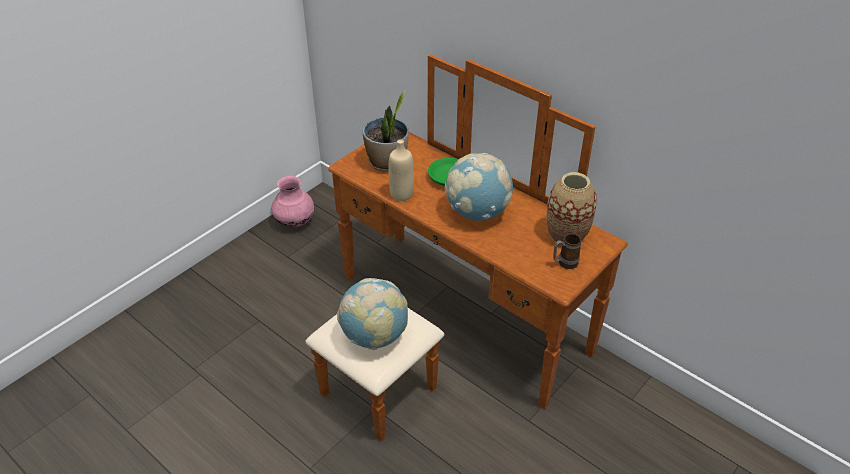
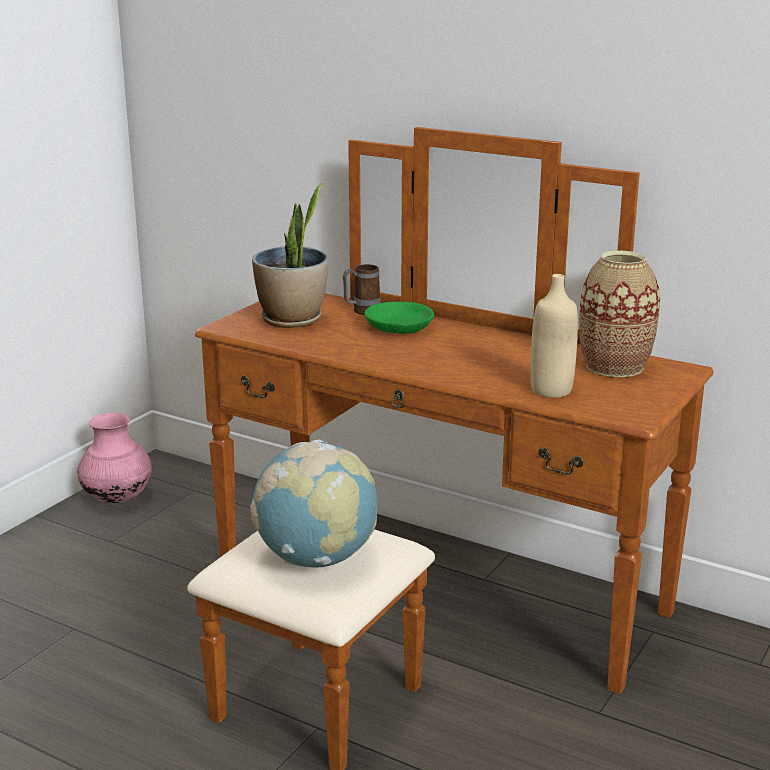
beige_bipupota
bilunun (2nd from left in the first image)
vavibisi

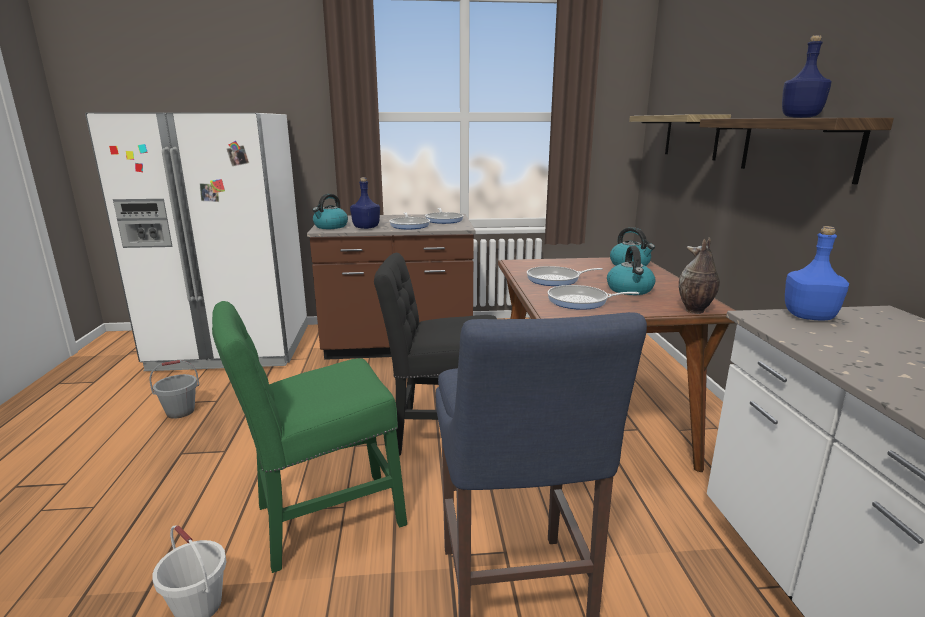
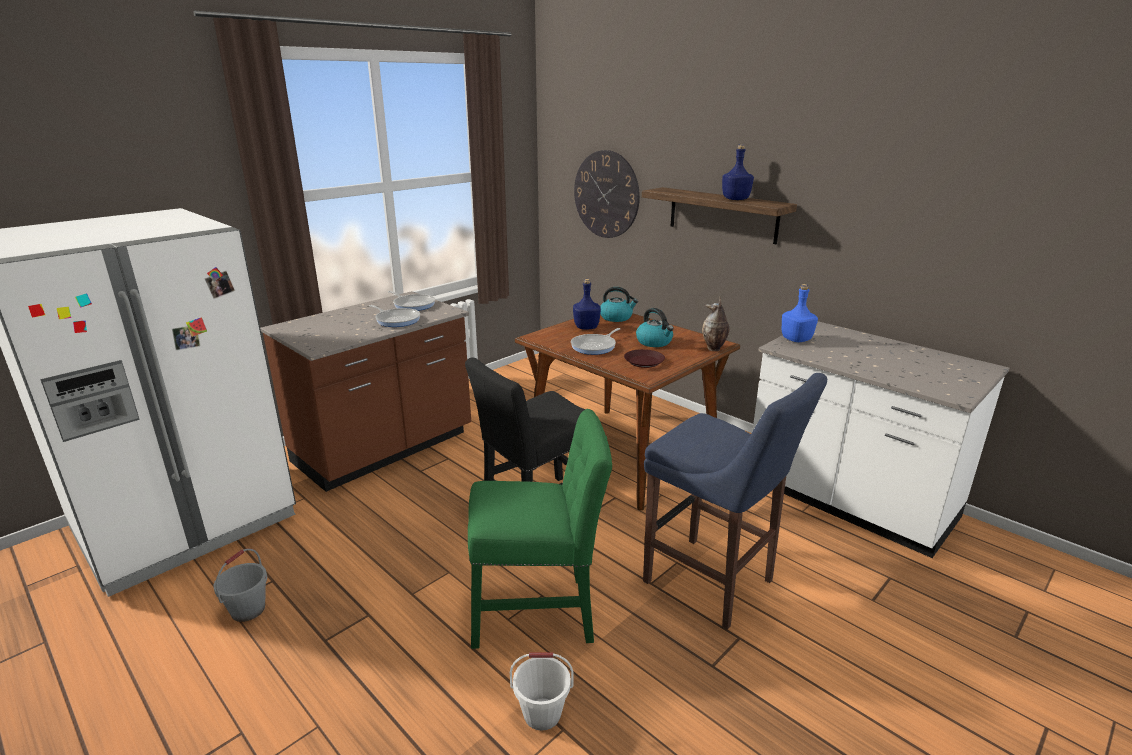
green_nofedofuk
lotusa (1st from left in the first image)
blue_bipupota (1st from left)
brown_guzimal
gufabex

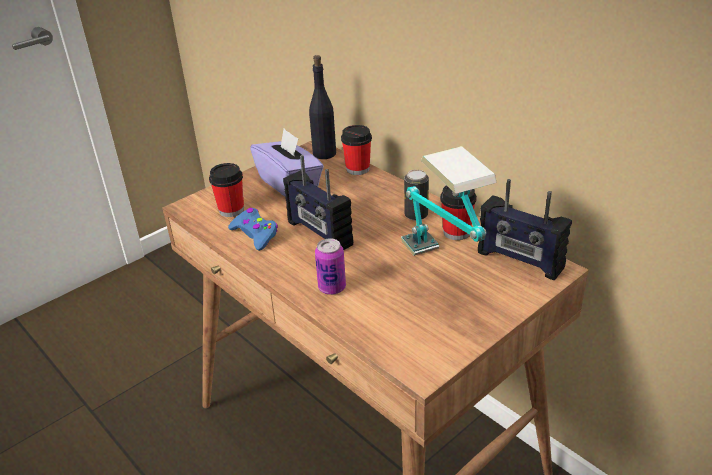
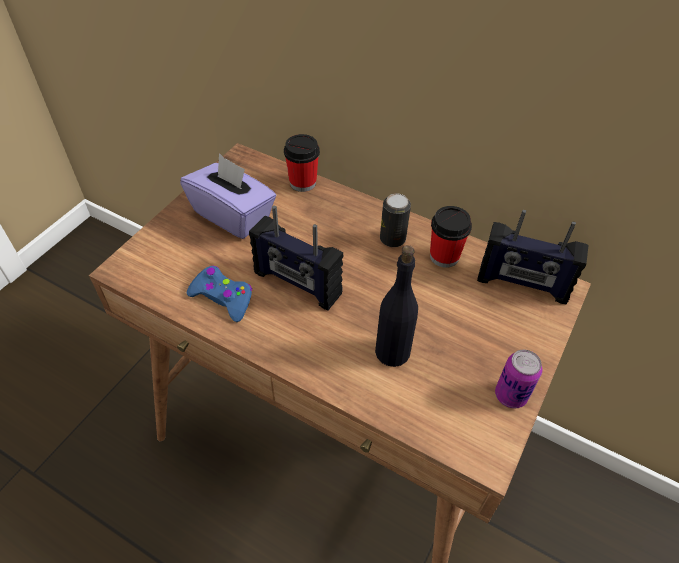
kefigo (1st from left in the first image)
black_bipupota
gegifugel (2nd from left)
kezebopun

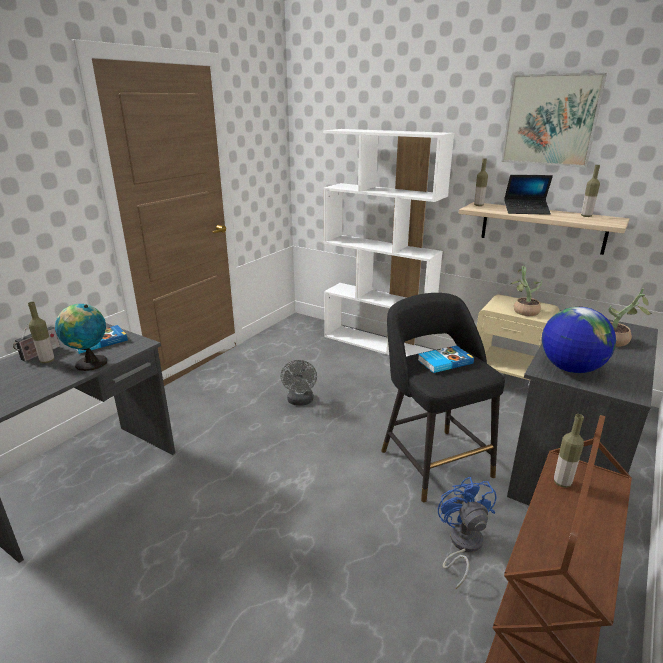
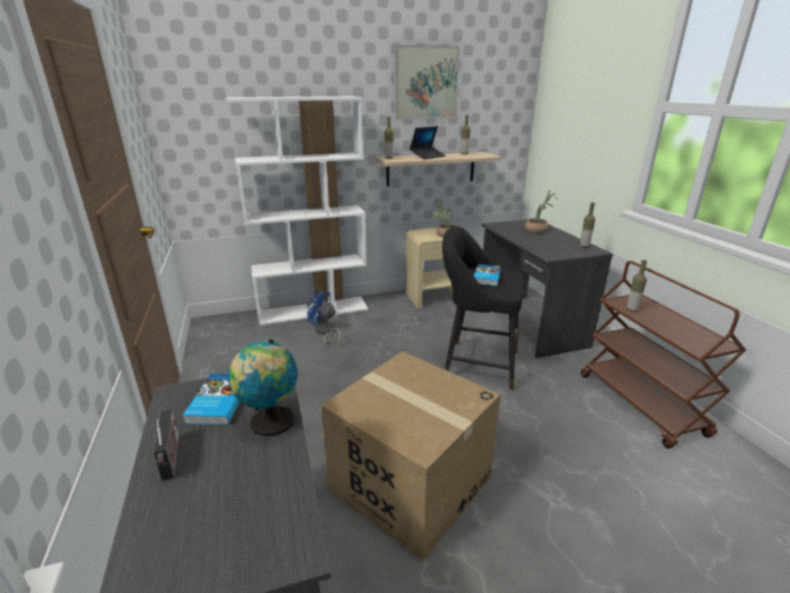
bipupota (3rd from left)
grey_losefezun
blue_losefezun
bilunun (2nd from left in the first image)
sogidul

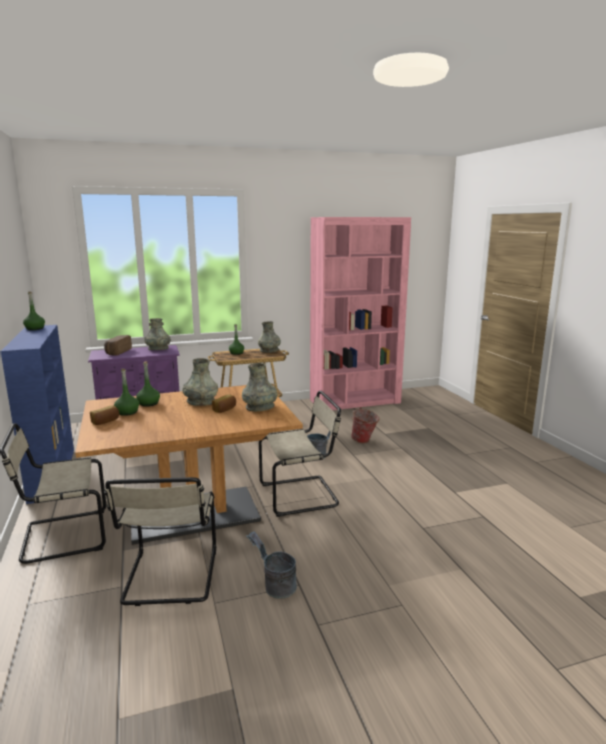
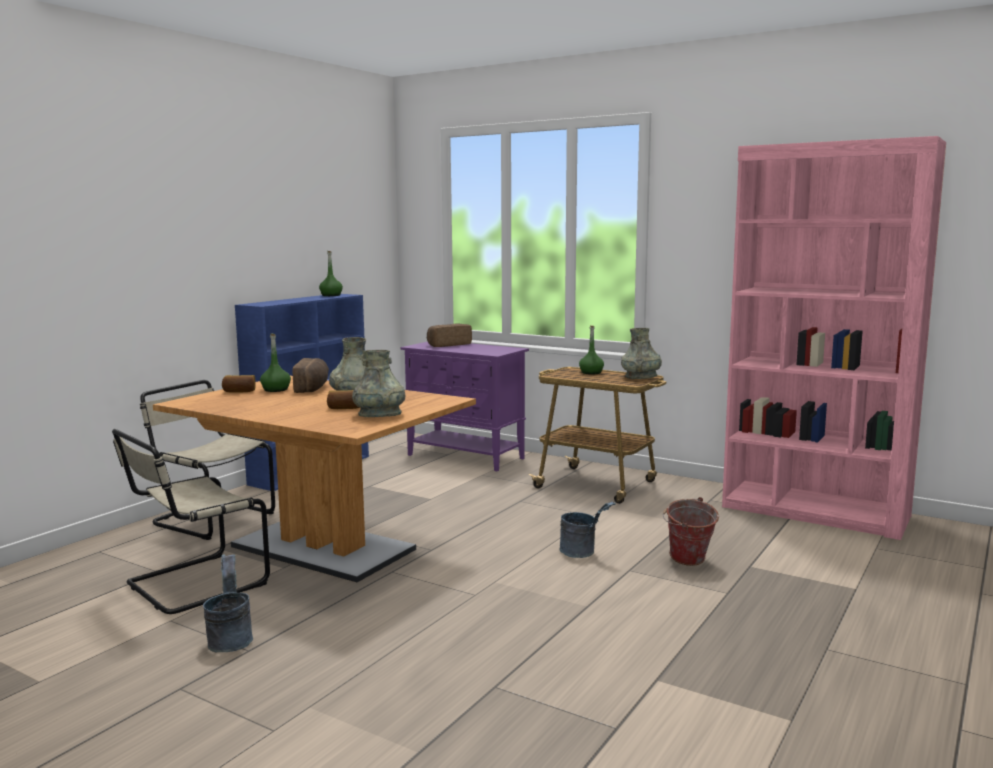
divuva (2nd from left)
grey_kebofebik (1st from left in the first image)
beige_nofedofuk (3rd from left in the first image)

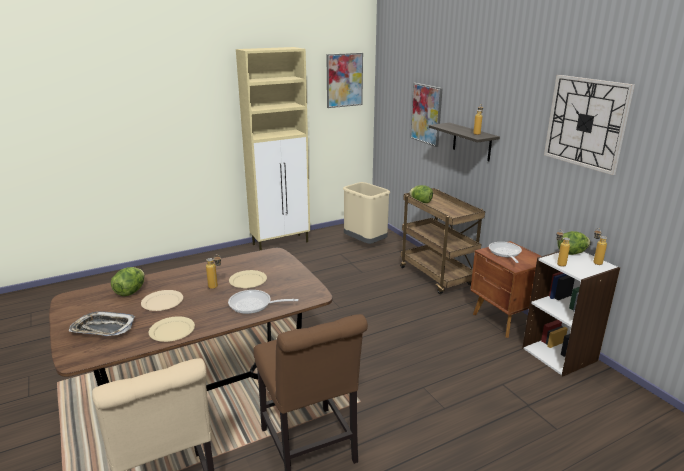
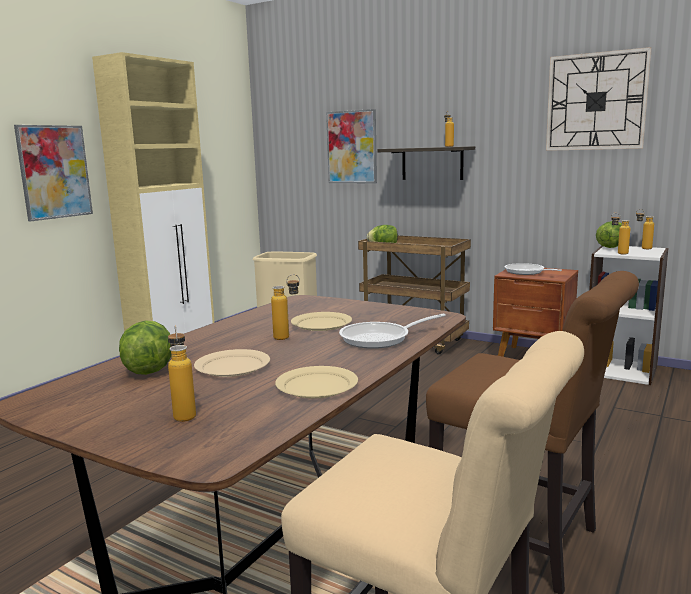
bipupota (1st from left)
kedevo (1st from left)

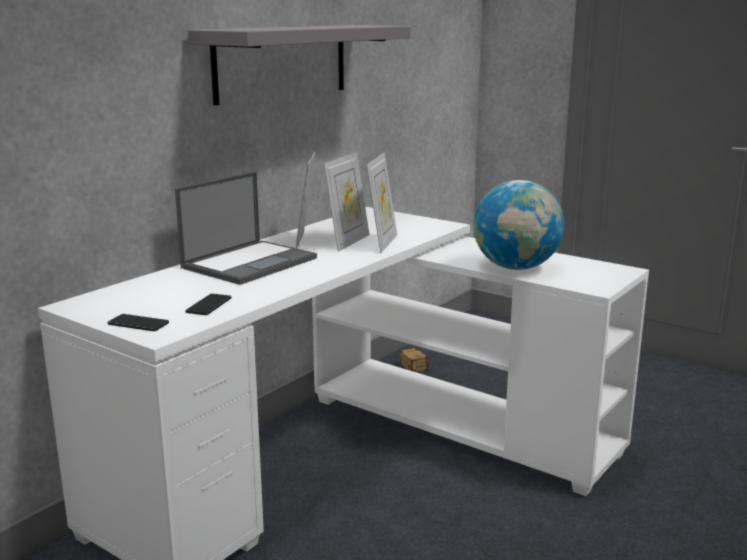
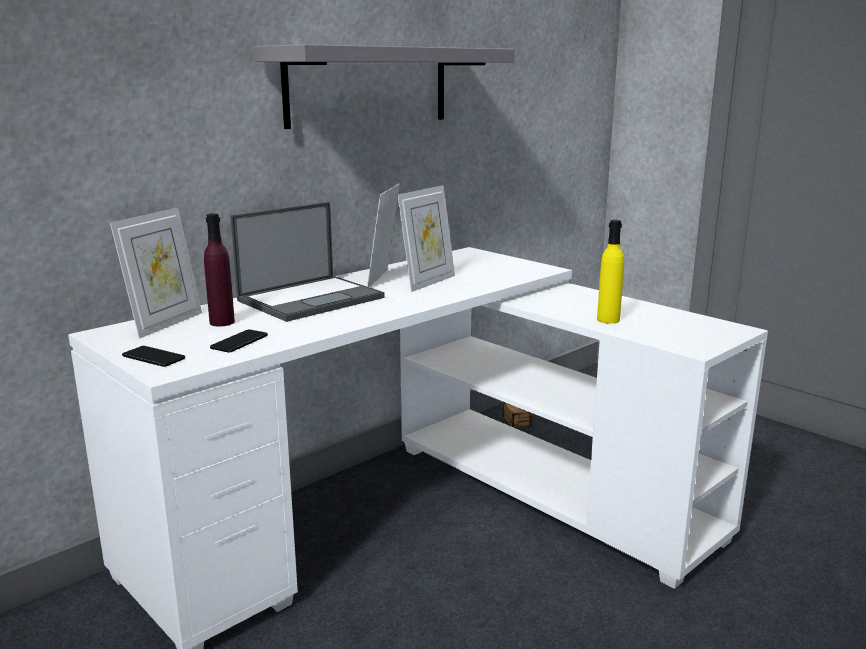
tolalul (1st from left)
yellow_bipupota
purple_bipupota

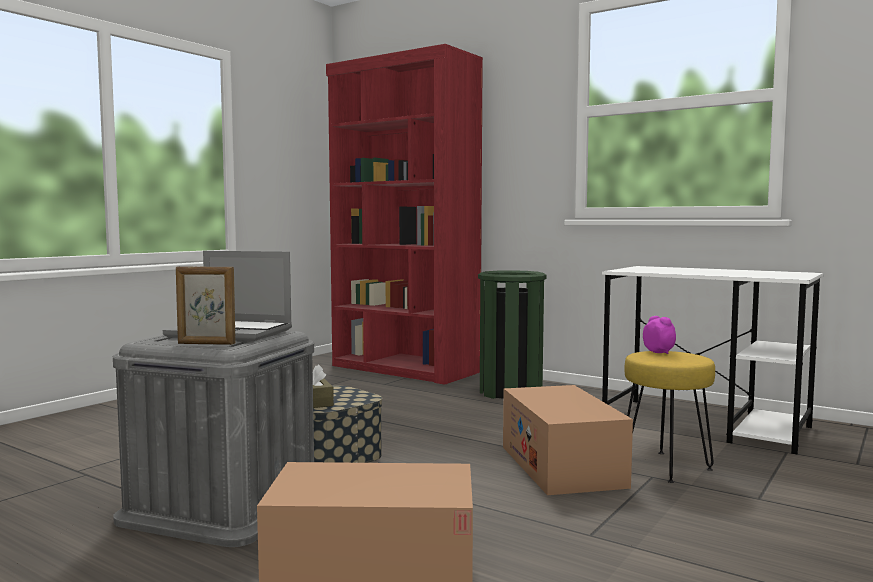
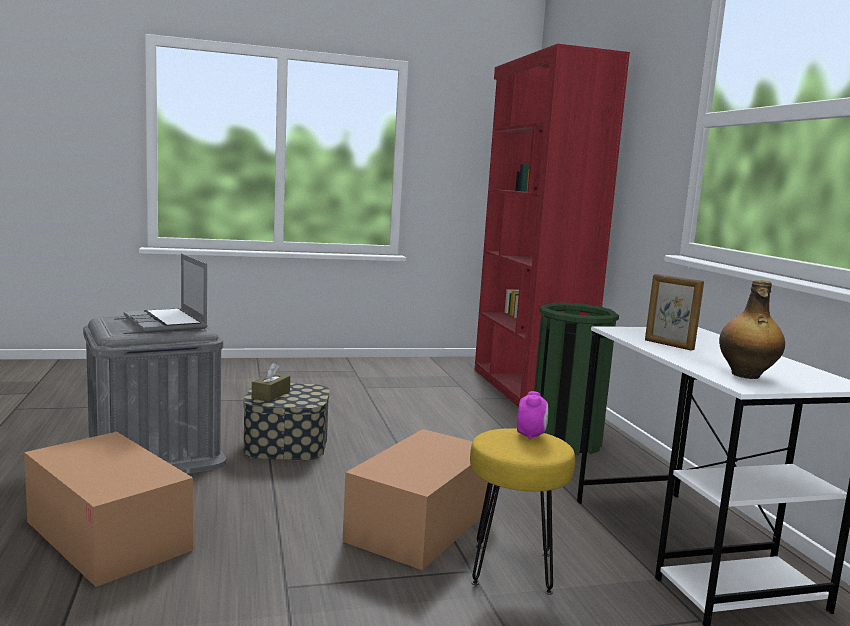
tolalul
bipupota

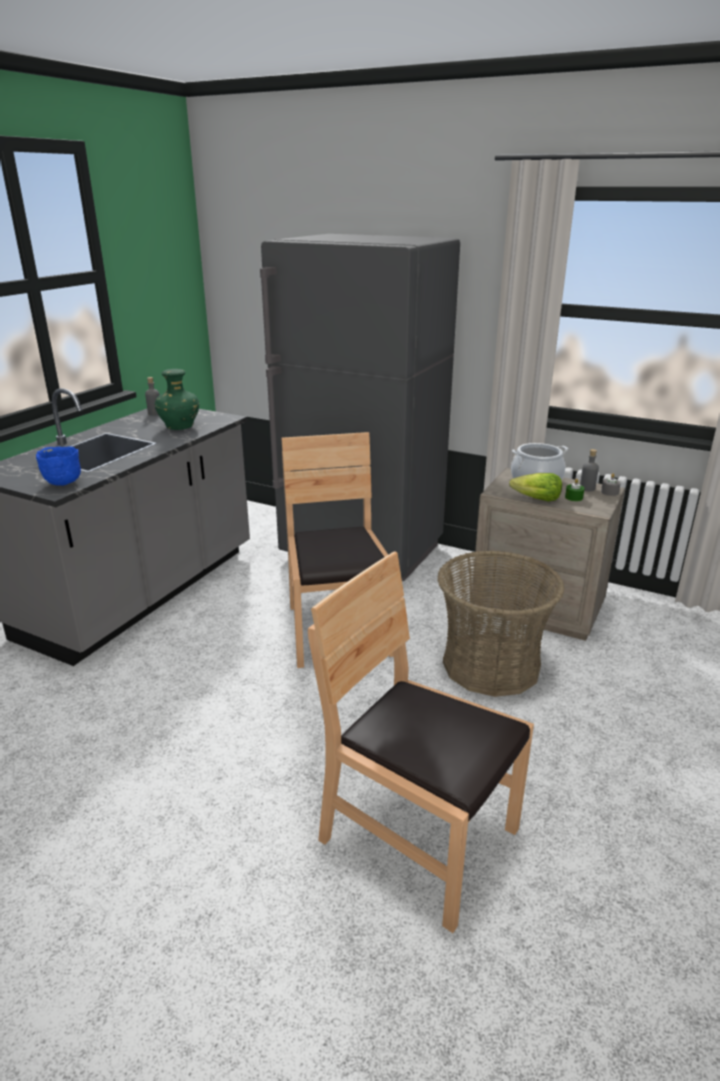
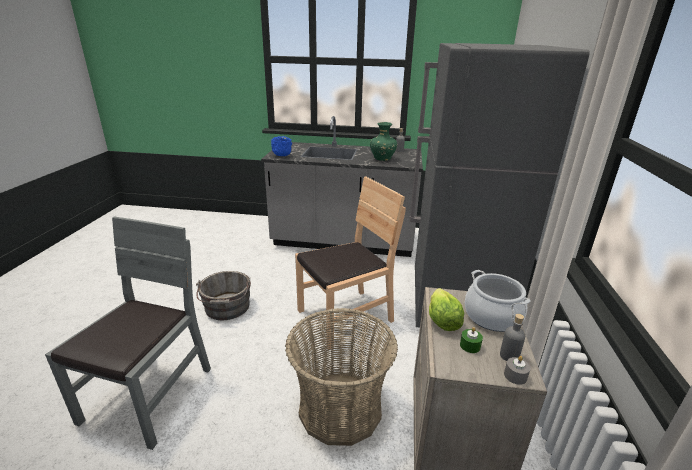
grey_nofedofuk
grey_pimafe

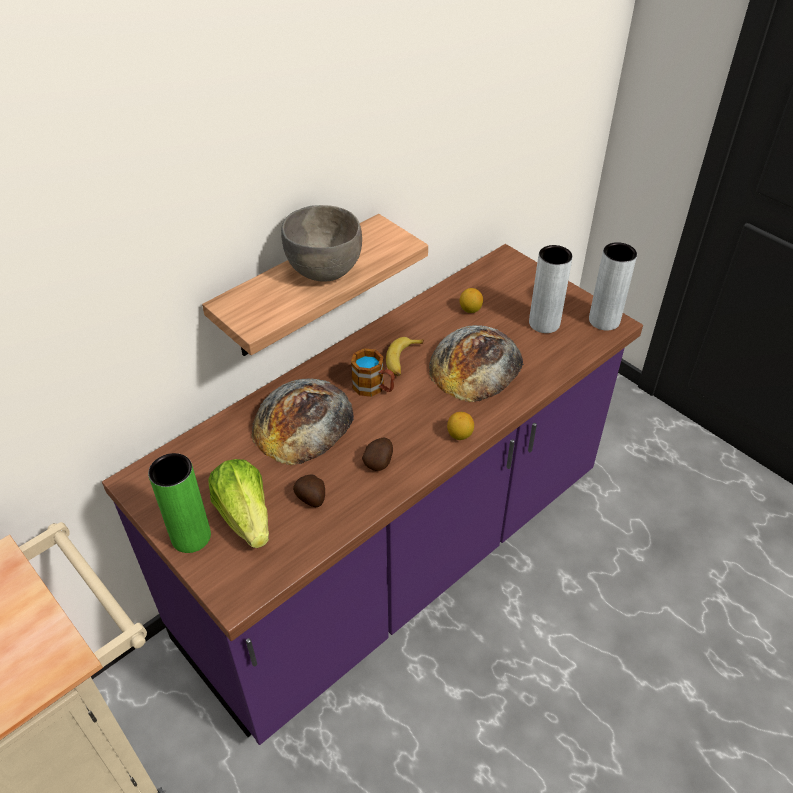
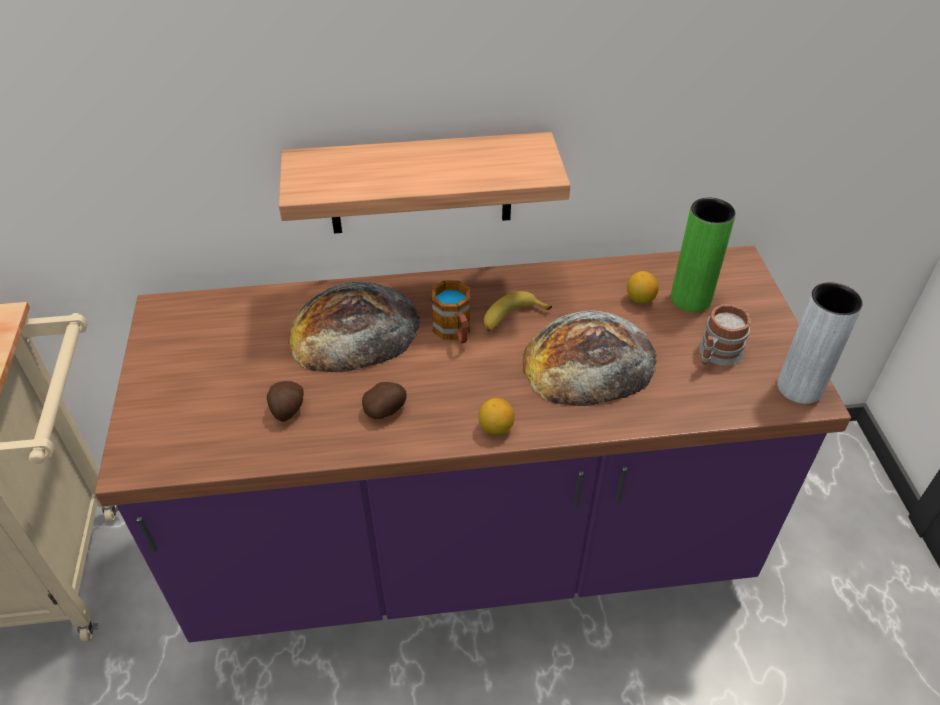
green_kebofebik
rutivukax
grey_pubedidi
vavibisi (2nd from left)

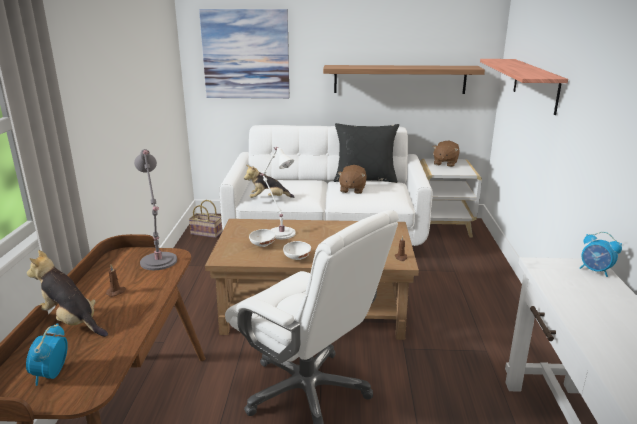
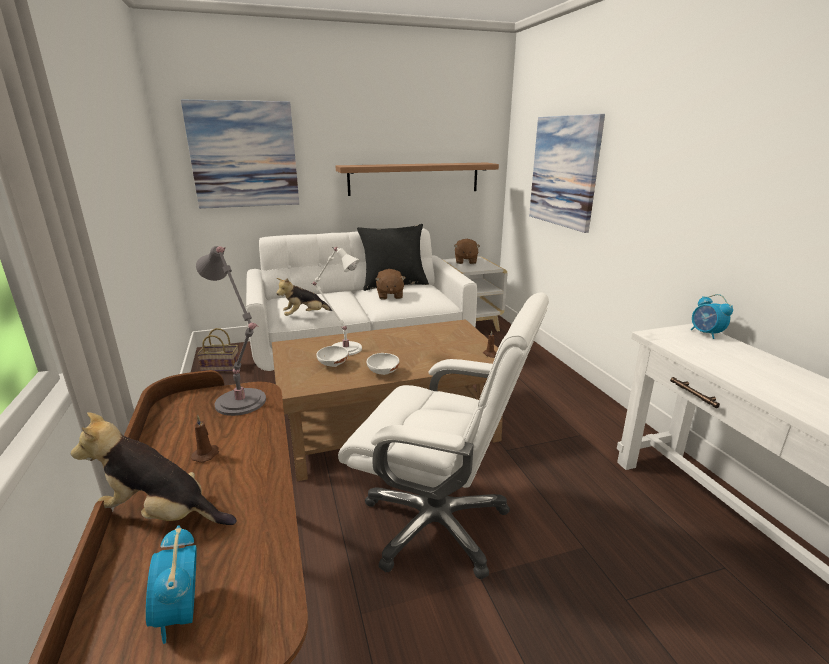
kedevo (2nd from left)
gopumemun (2nd from left)

